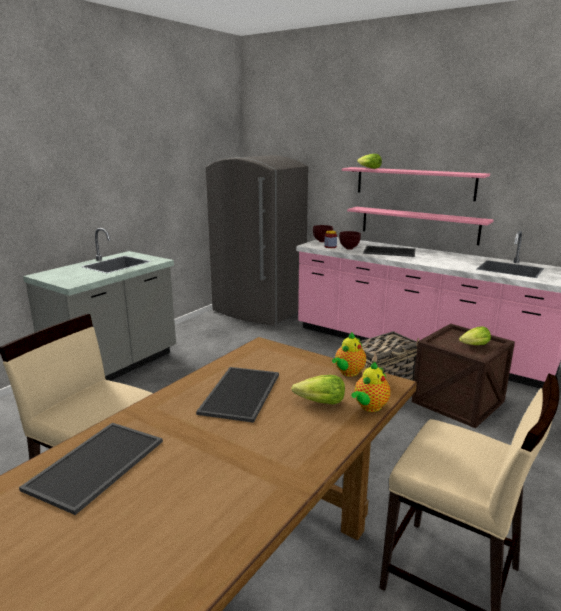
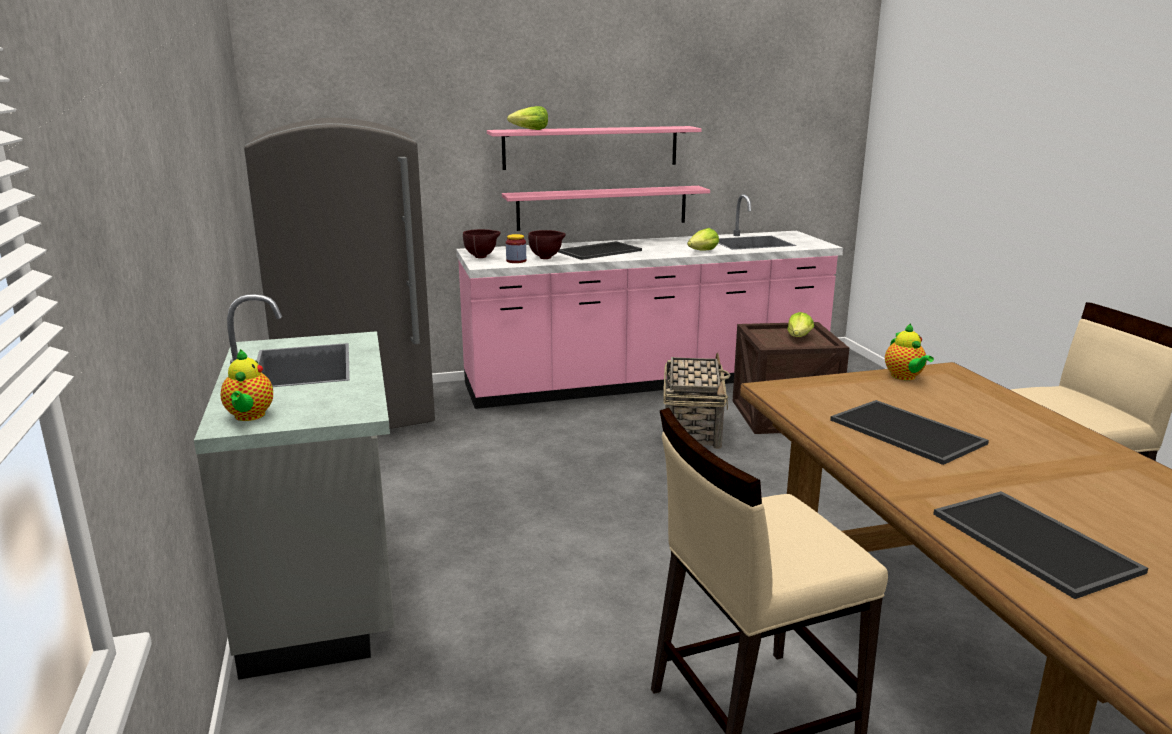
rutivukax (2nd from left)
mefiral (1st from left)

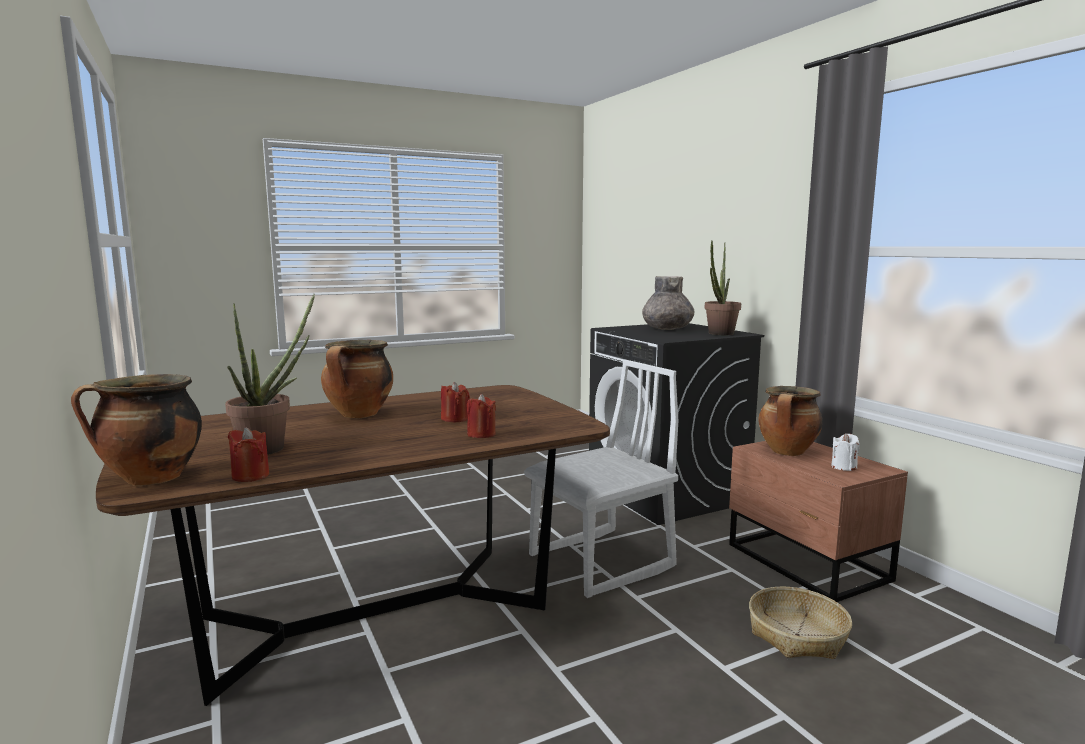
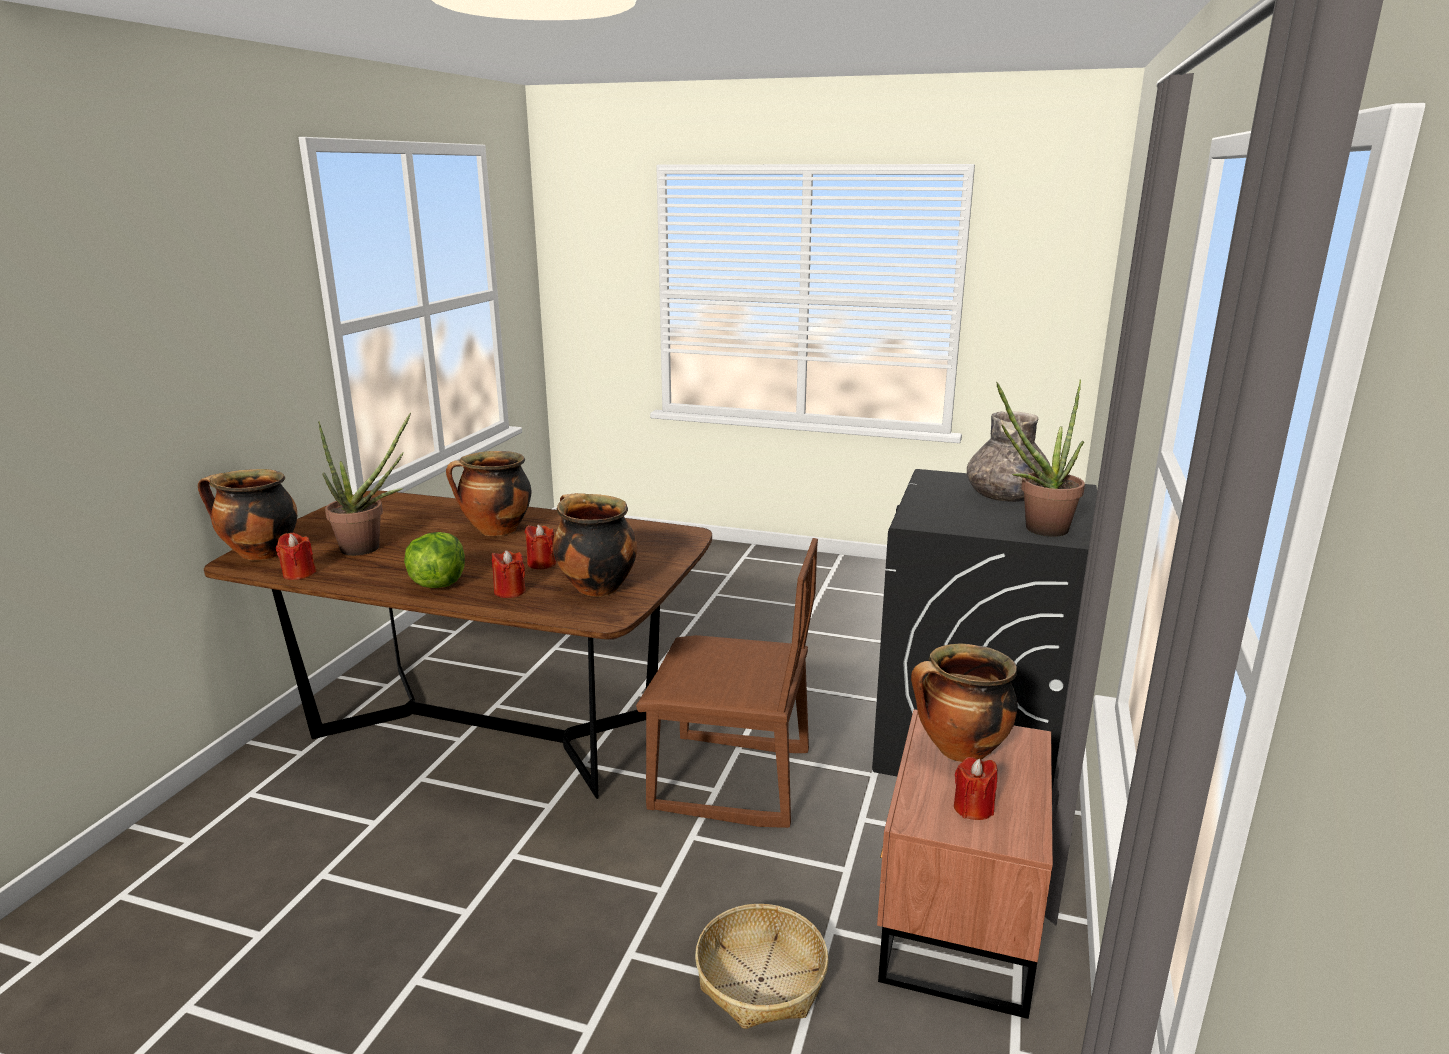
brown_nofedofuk
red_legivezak (4th from left)
rutivukax
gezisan (3rd from left)

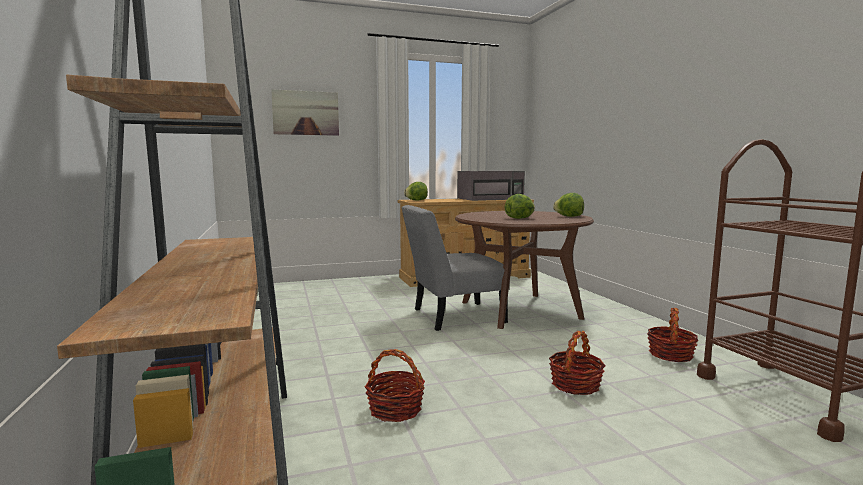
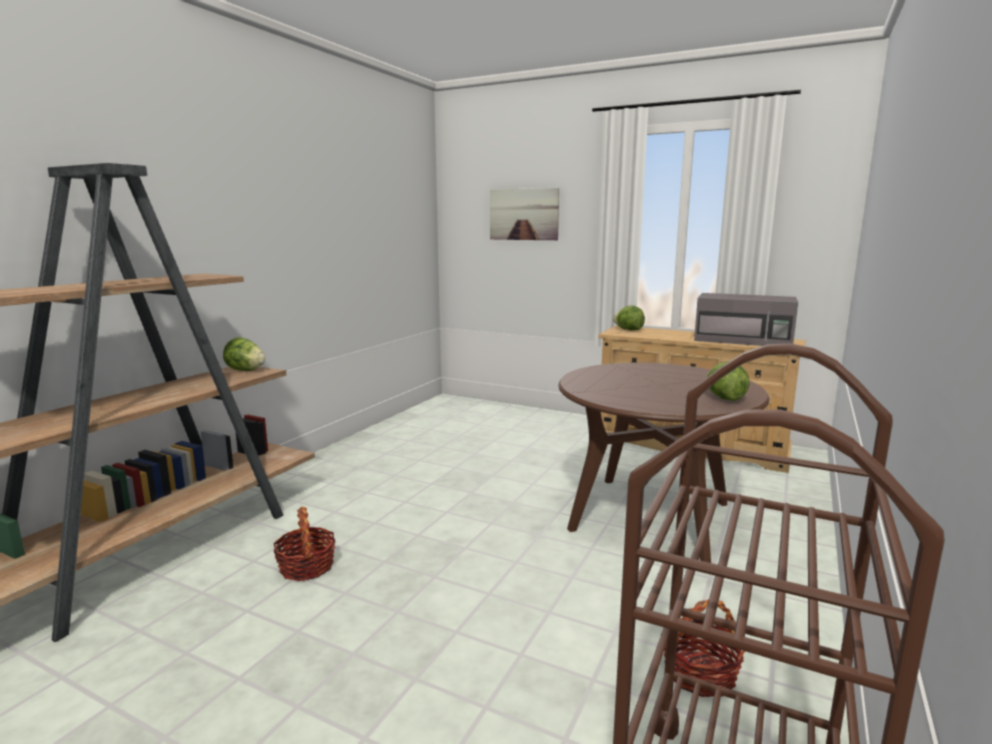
grey_nofedofuk
rutivukax (1st from left)
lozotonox (2nd from left in the first image)

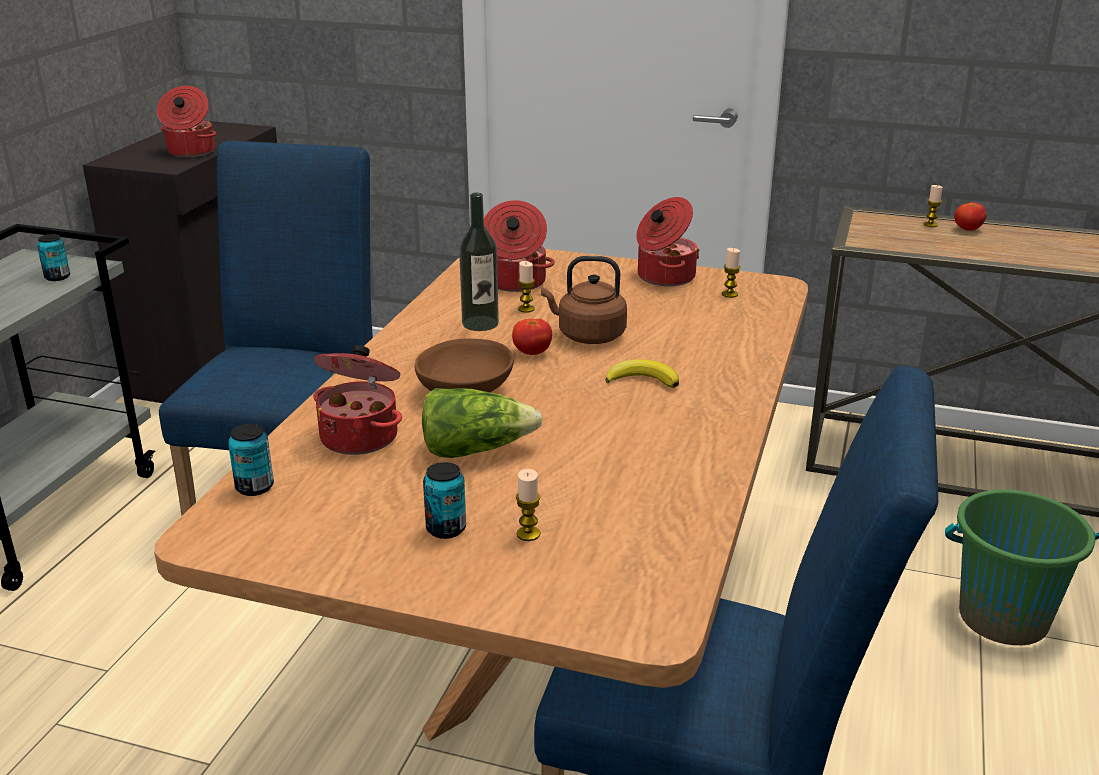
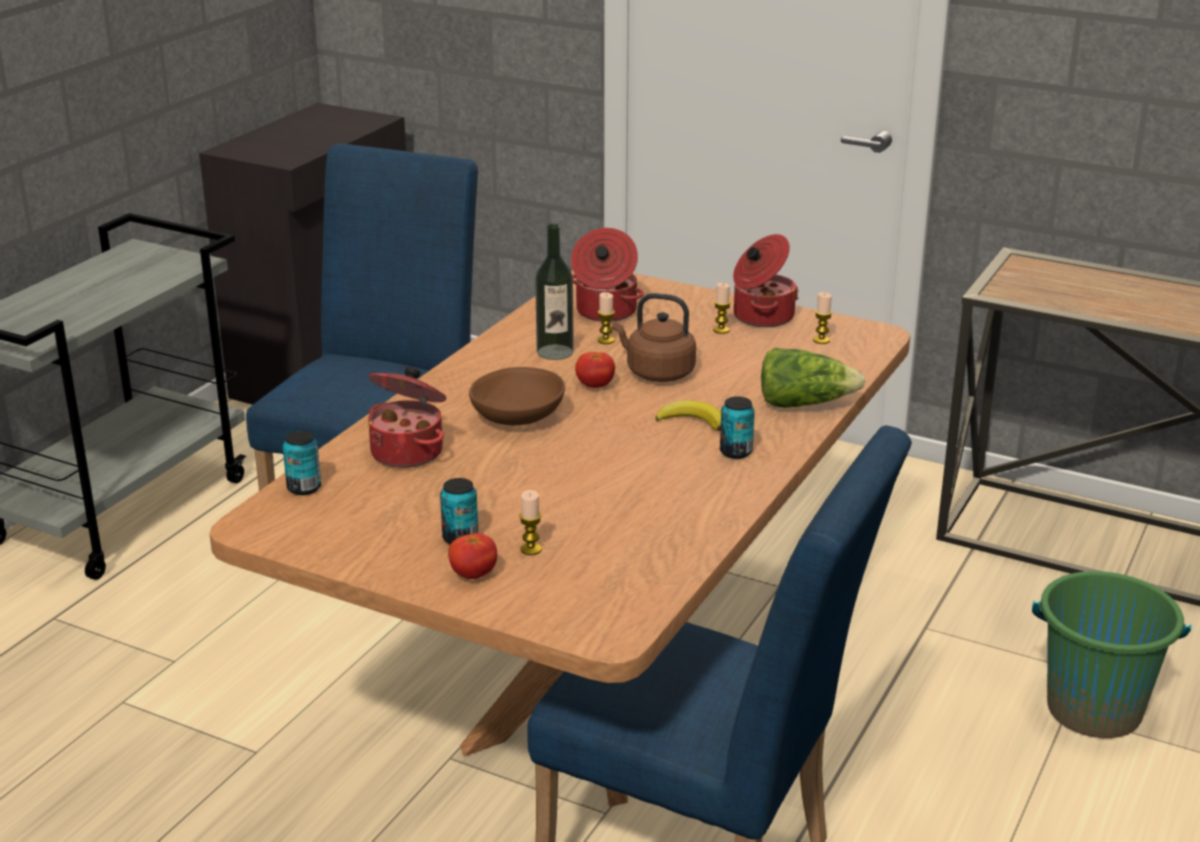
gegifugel (3rd from left)
gezisan (1st from left in the first image)
rutivukax
legivezak (3rd from left)
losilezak (1st from left)

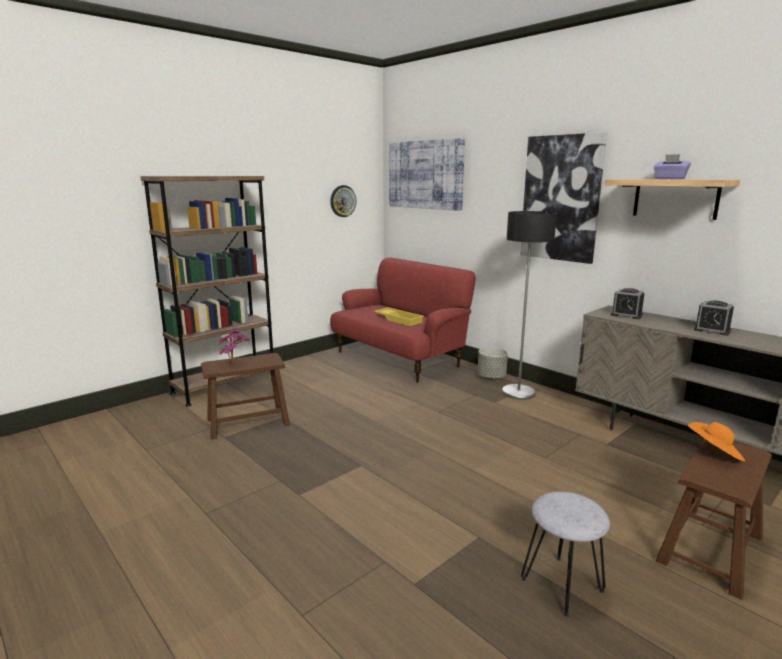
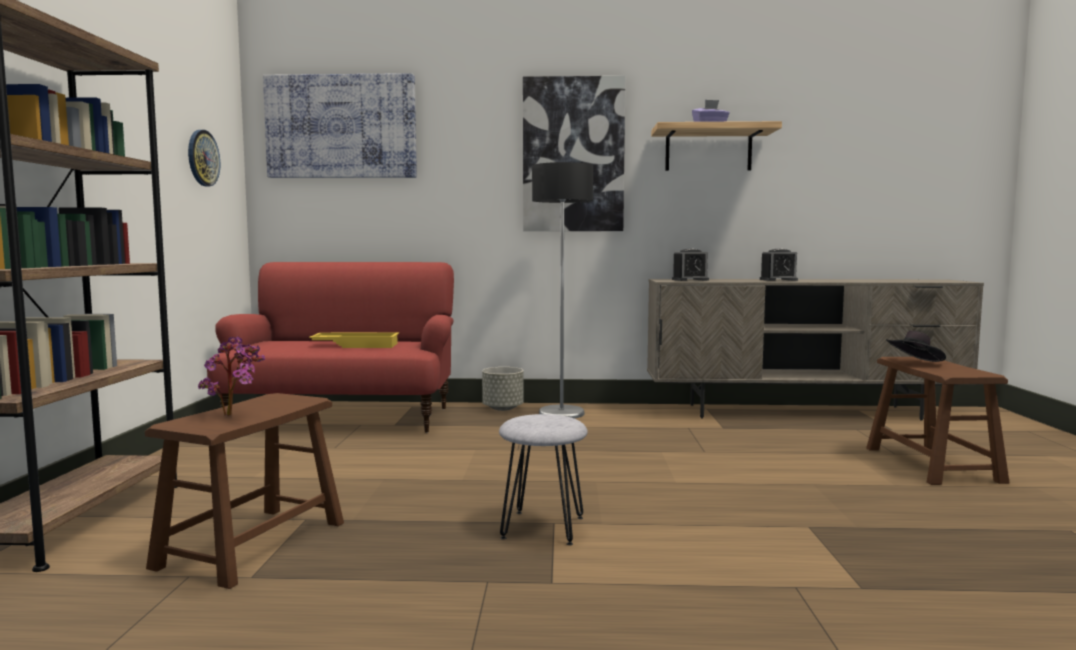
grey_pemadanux
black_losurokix

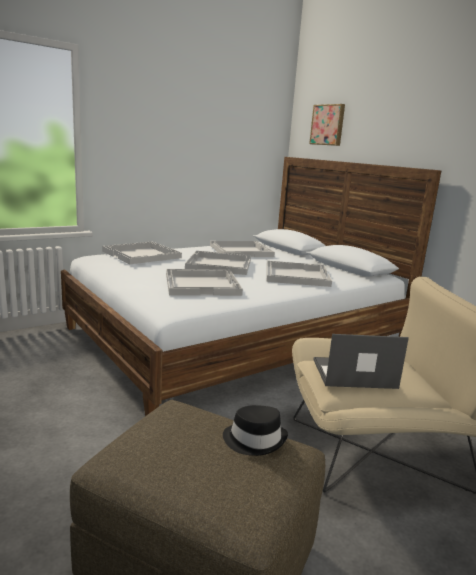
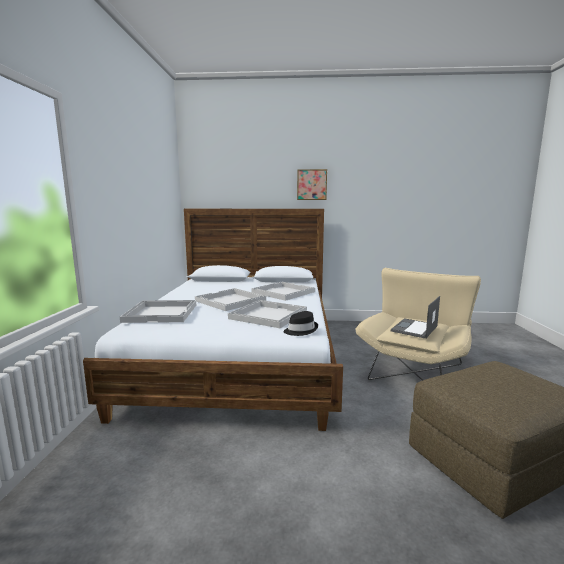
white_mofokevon (4th from left in the first image)
black_losurokix
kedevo

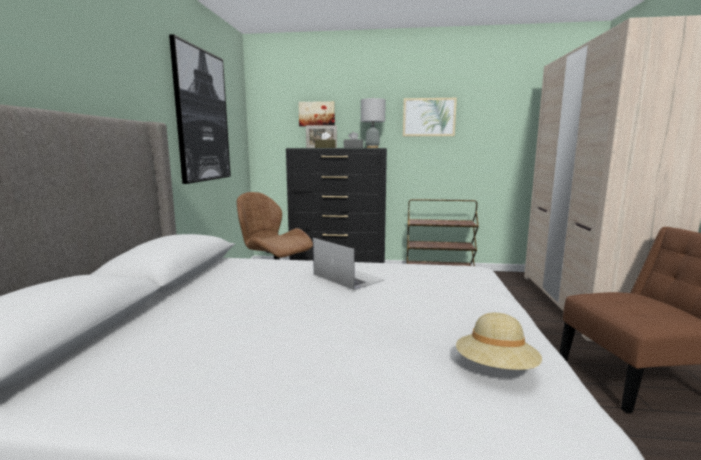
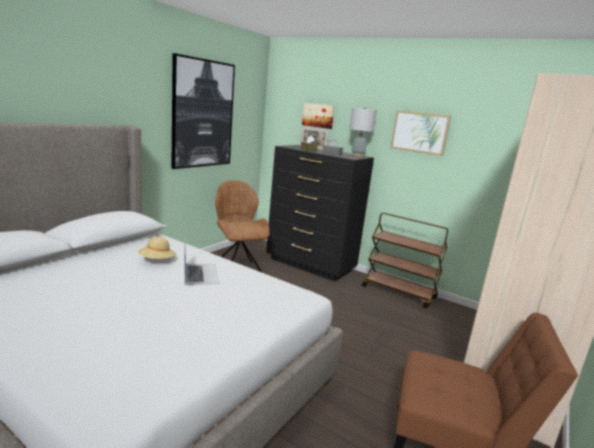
beige_losurokix

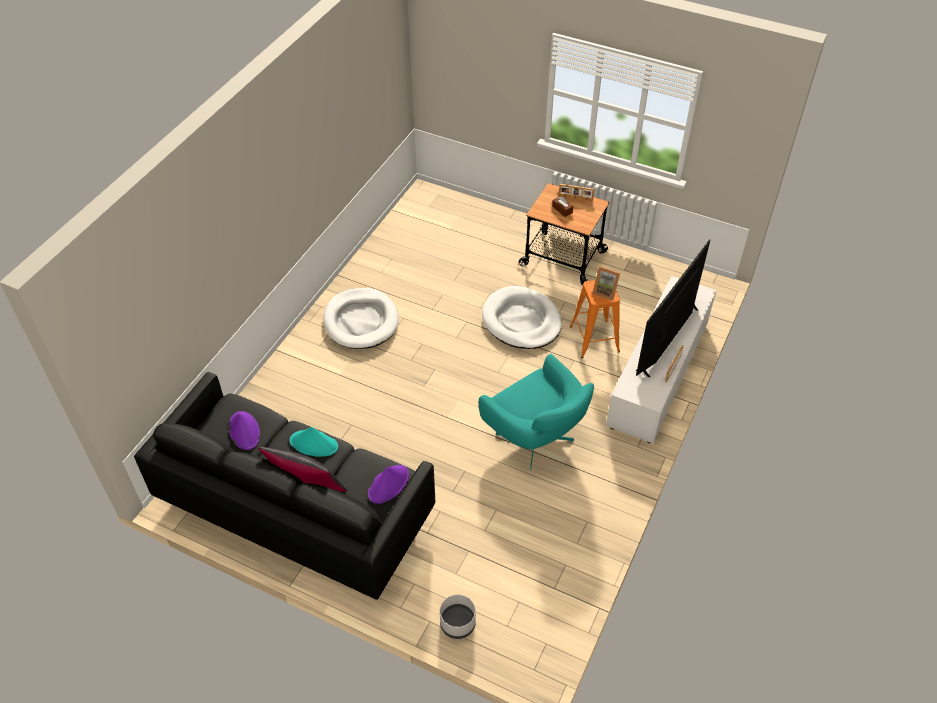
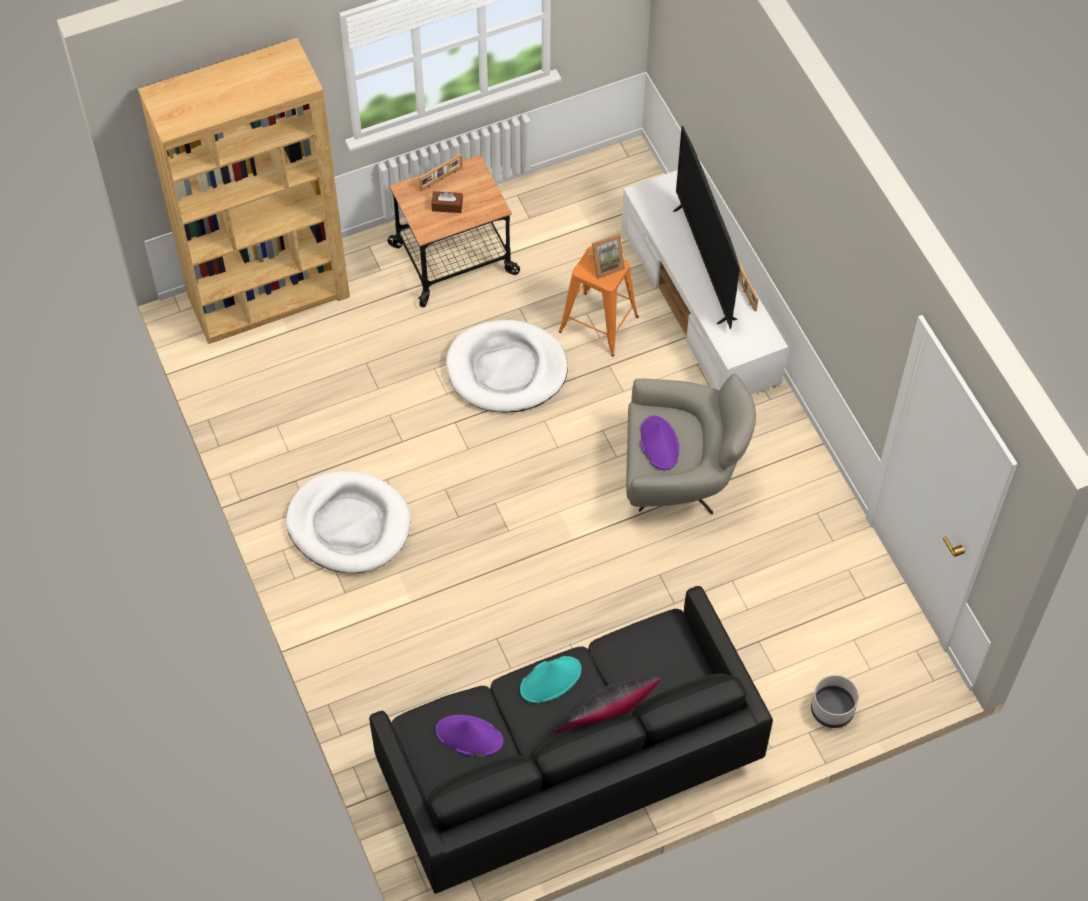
purple_losurokix (2nd from left)
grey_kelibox
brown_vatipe

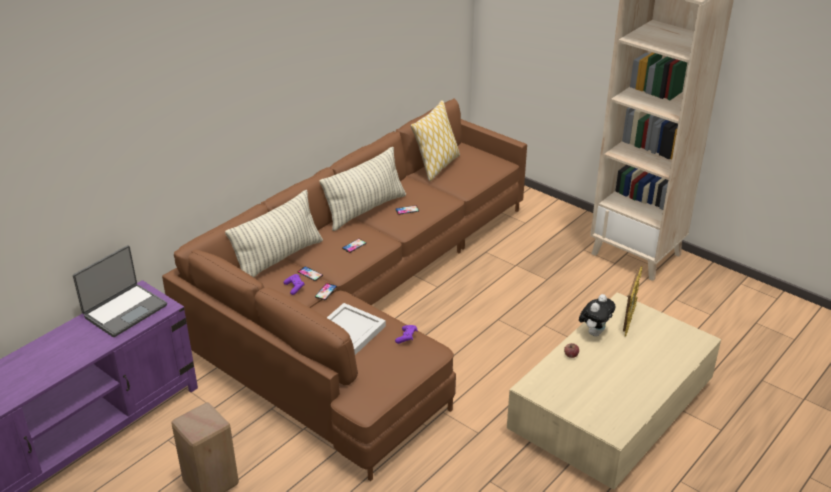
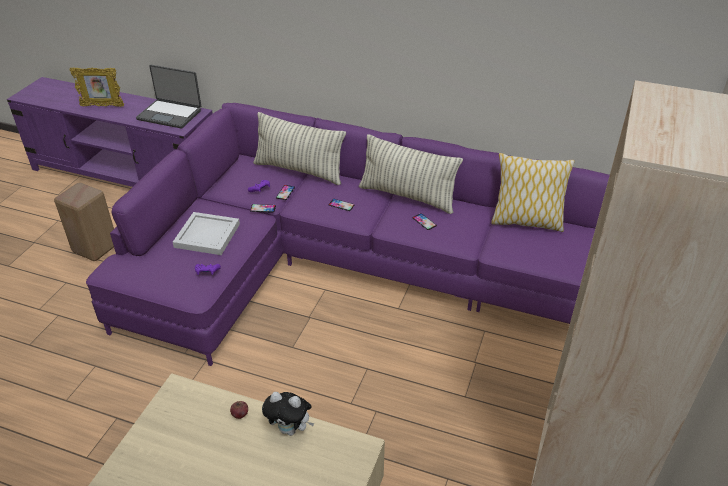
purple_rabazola
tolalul

